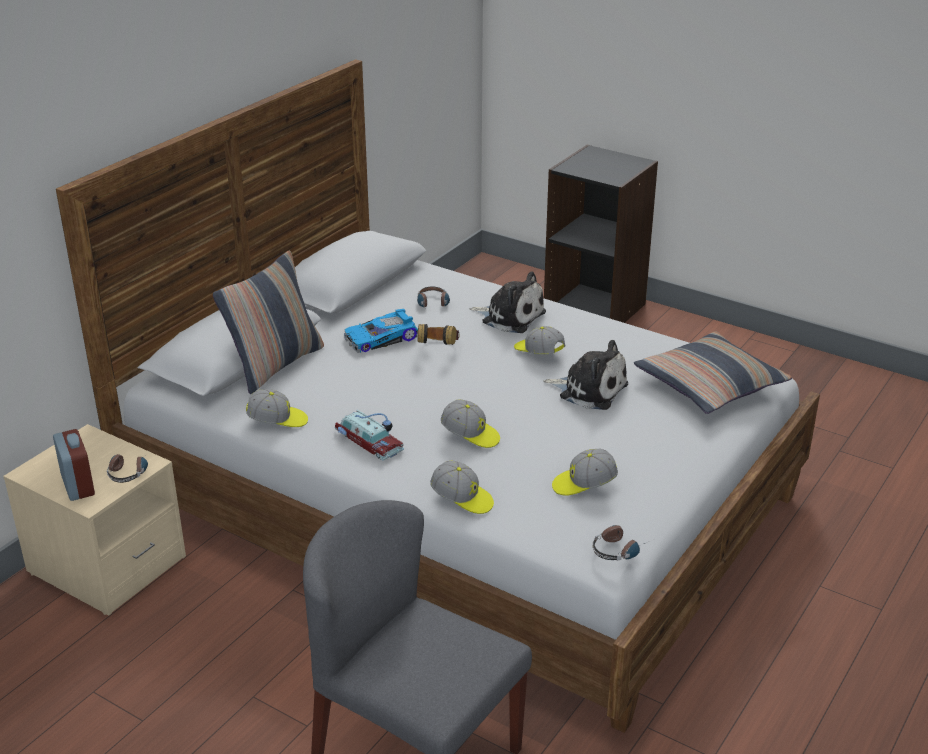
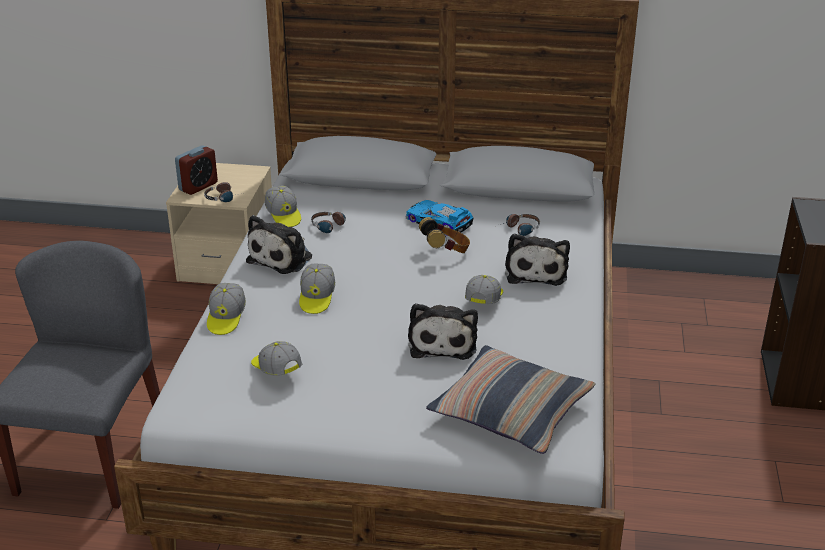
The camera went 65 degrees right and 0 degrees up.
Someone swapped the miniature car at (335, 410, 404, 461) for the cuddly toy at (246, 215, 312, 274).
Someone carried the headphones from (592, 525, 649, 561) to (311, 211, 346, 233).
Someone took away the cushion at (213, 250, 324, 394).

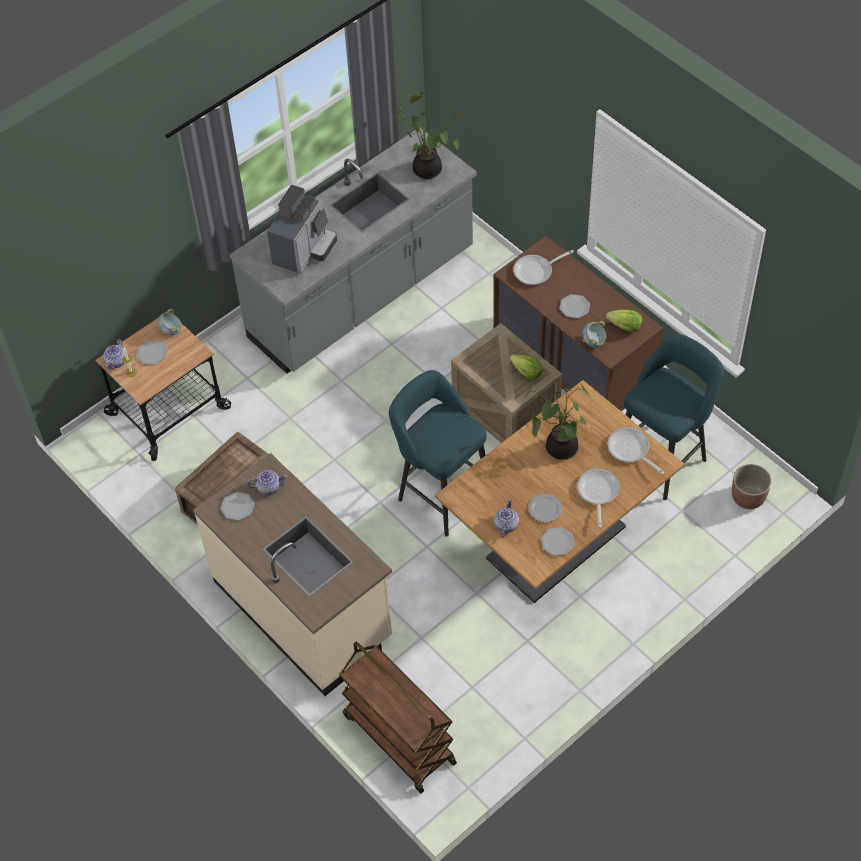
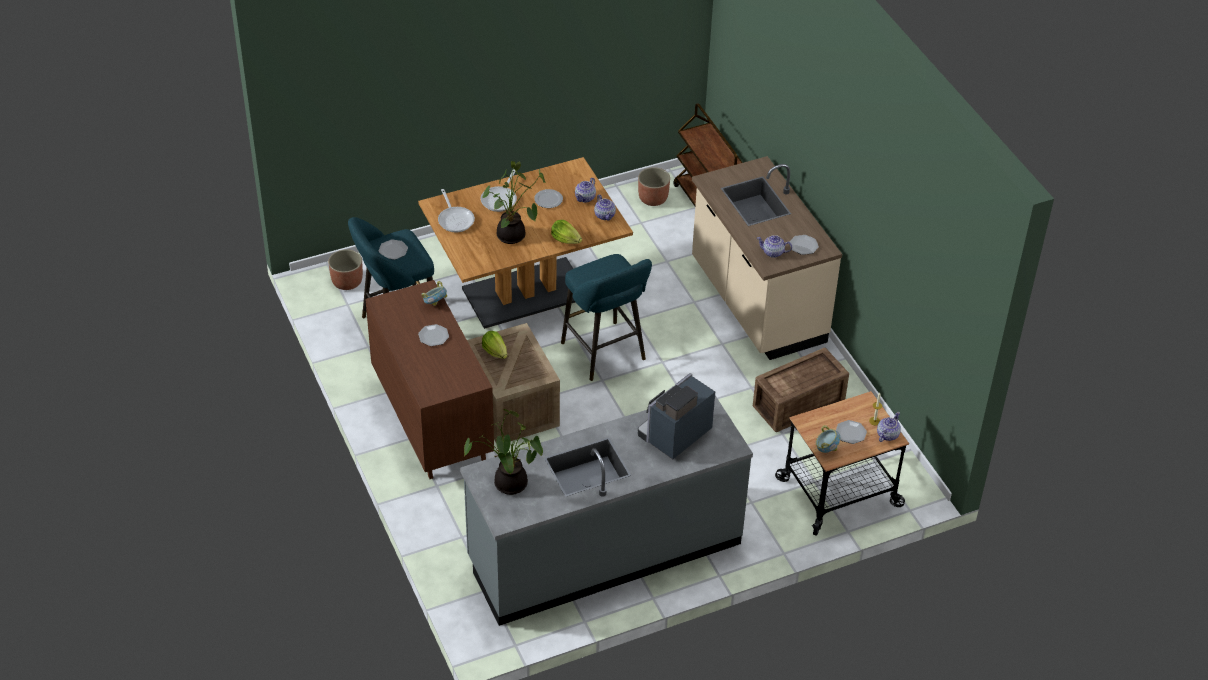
The camera went 165 degrees left and 10 degrees down.
Someone carried the plate from (541, 527, 575, 556) to (378, 239, 408, 260).
Someone carried the lettuce from (606, 310, 642, 332) to (551, 220, 582, 244).
Someone put down the pot for tea at (594, 195, 616, 221).
Someone put down the plant pot at (638, 167, 670, 206).
Someone took away the pan at (513, 250, 574, 285).

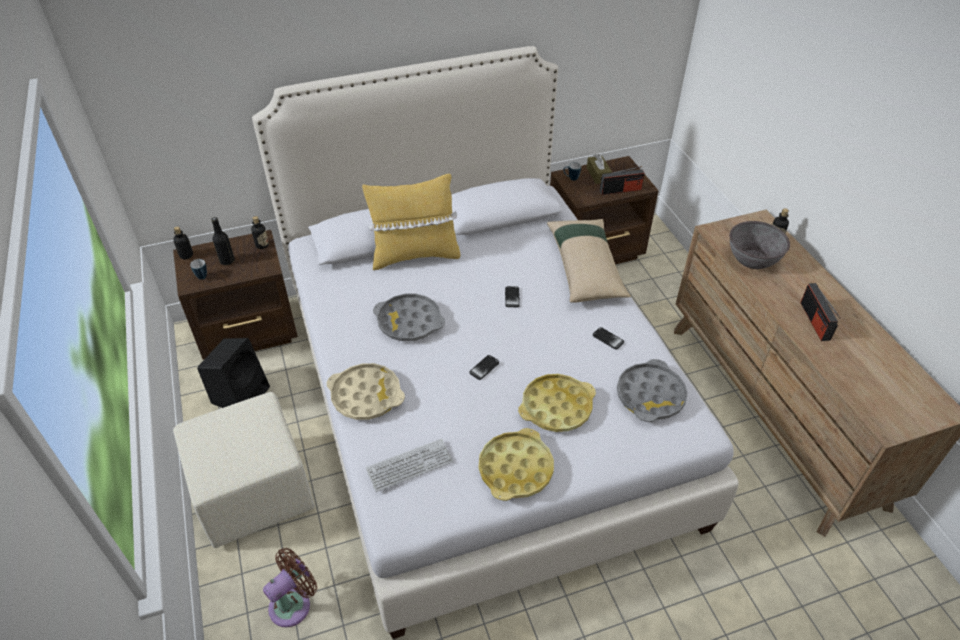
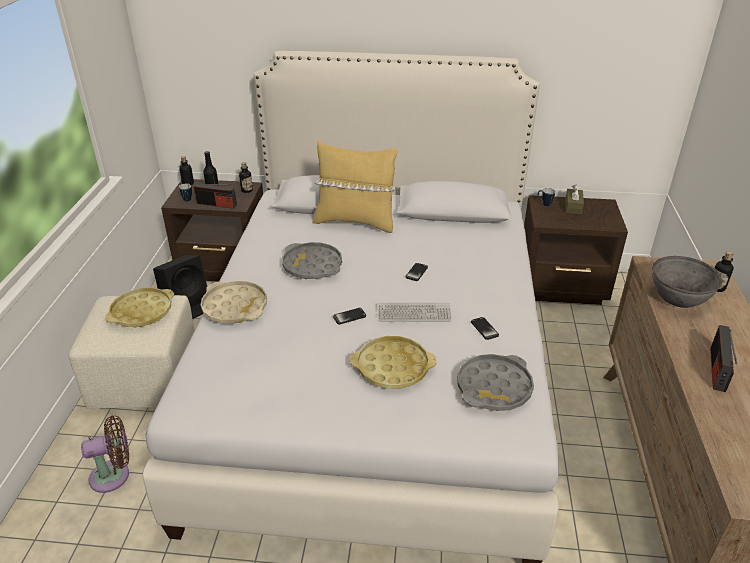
The camera went 25 degrees right and 10 degrees down.
Someone carried the yellowish serving tray from (479, 428, 554, 501) to (105, 288, 174, 327).
Someone carried the radio from (599, 166, 644, 195) to (194, 183, 237, 209).
Someone carried the PC keyboard from (366, 439, 453, 492) to (378, 303, 452, 322).
Someone took away the beige-coloured cushion at (547, 219, 631, 303).

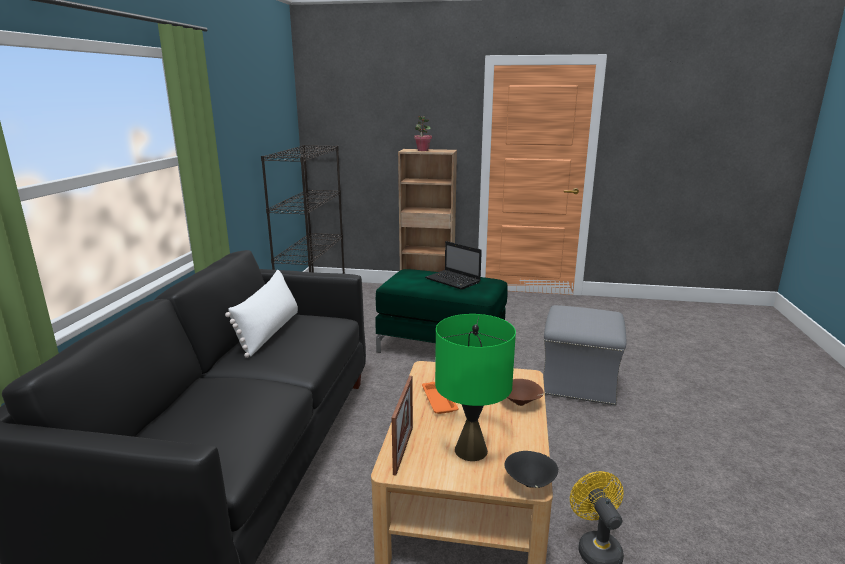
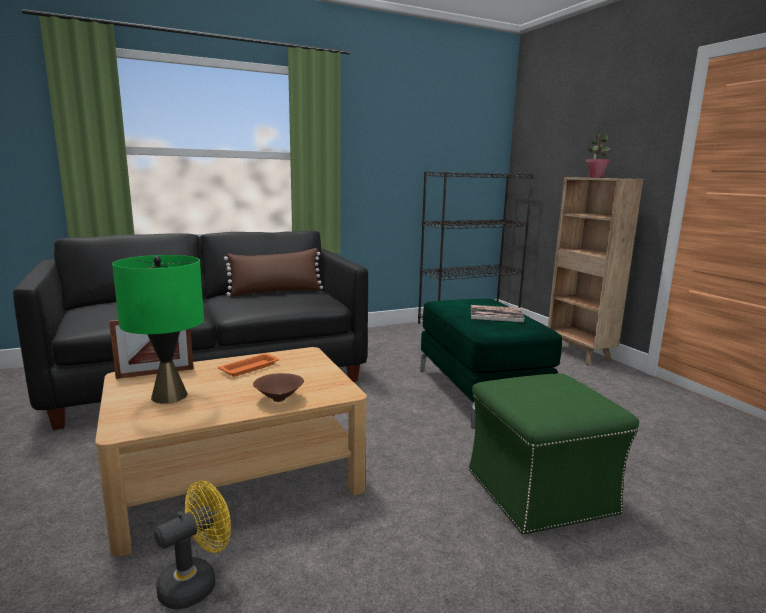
The camera went 55 degrees right and 5 degrees down.
Someone repainted the white cushion at (225, 270, 298, 358), which became the brown-coloured cushion at (224, 248, 323, 297).
Someone repainted the grey ottoman at (543, 305, 626, 405), which became the green-coloured ottoman at (469, 373, 639, 535).
Someone swapped the laptop at (425, 241, 482, 290) for the bound book at (471, 305, 525, 322).
Someone took away the black-coloured serving bowl at (504, 451, 558, 488).

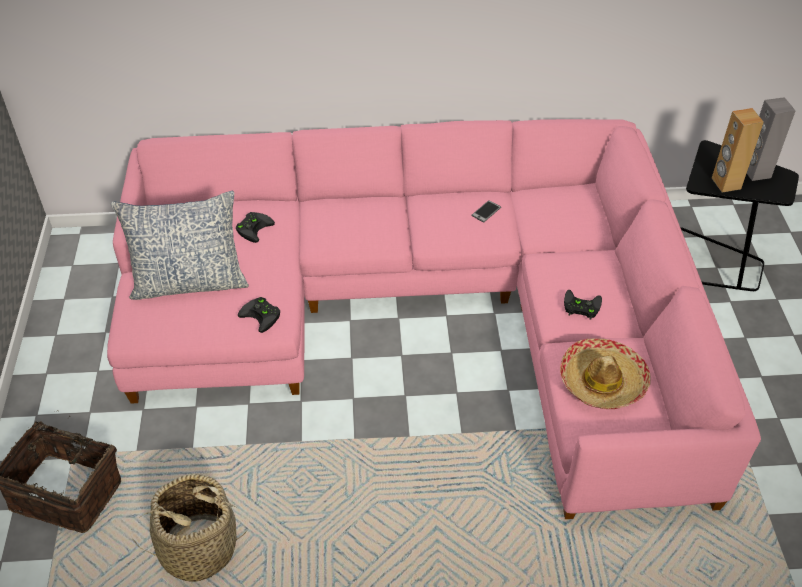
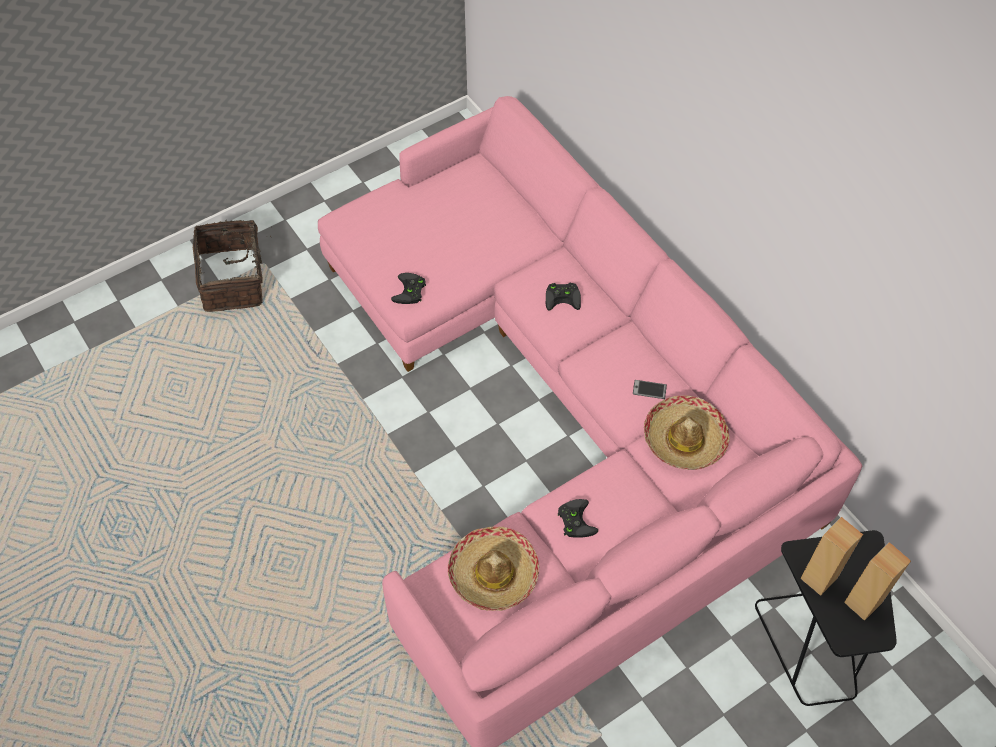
The camera went 60 degrees right and 10 degrees up.
Someone carried the black-coloured gamepad from (236, 212, 275, 243) to (546, 283, 581, 311).
Someone put down the hat at (644, 395, 729, 470).
Someone repainted the grey loudspeaker at (747, 97, 795, 181), which became the brown-coloured loudspeaker at (844, 542, 911, 621).
Someone took away the cushion at (111, 191, 249, 300).
Someone took away the basket at (131, 474, 247, 582).

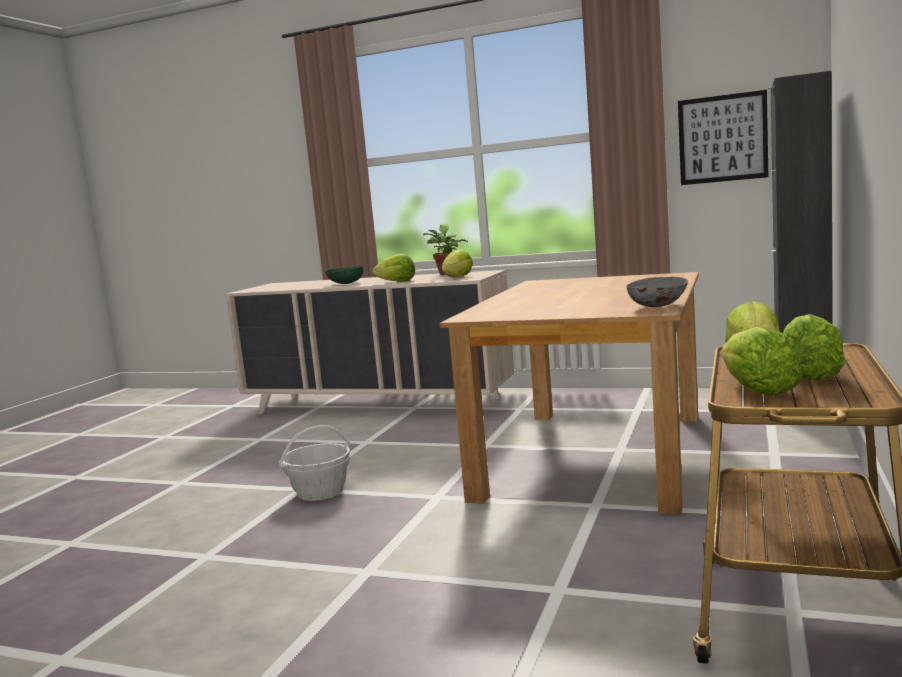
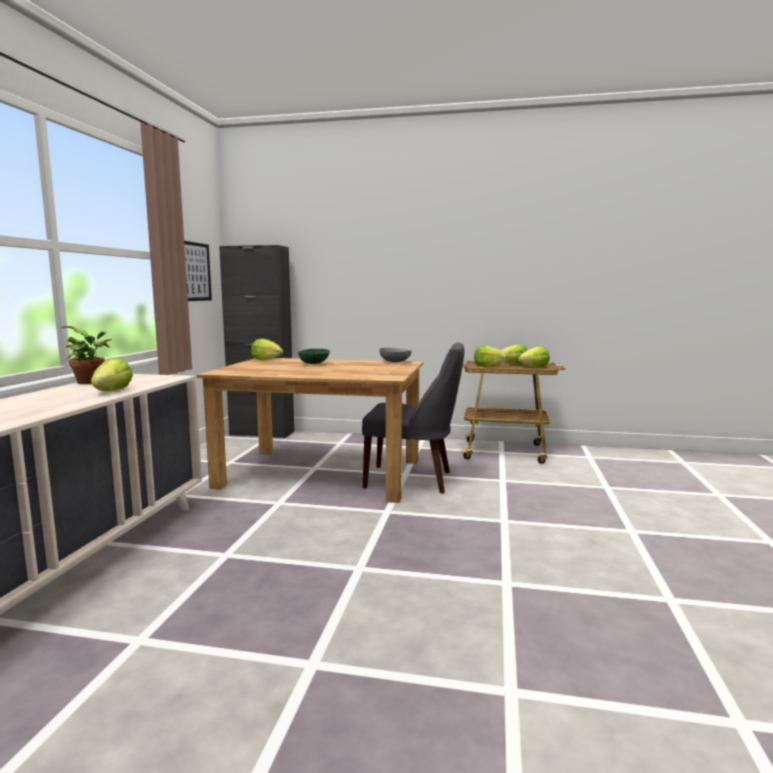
The camera went 100 degrees left and 0 degrees up.
Someone carried the lettuce from (441, 249, 473, 278) to (251, 339, 283, 360).
Someone carried the green-coloured serving bowl from (325, 266, 364, 284) to (298, 349, 330, 364).
Someone put down the grey plain chair at (362, 342, 464, 493).
Someone took away the basket at (279, 425, 351, 501).

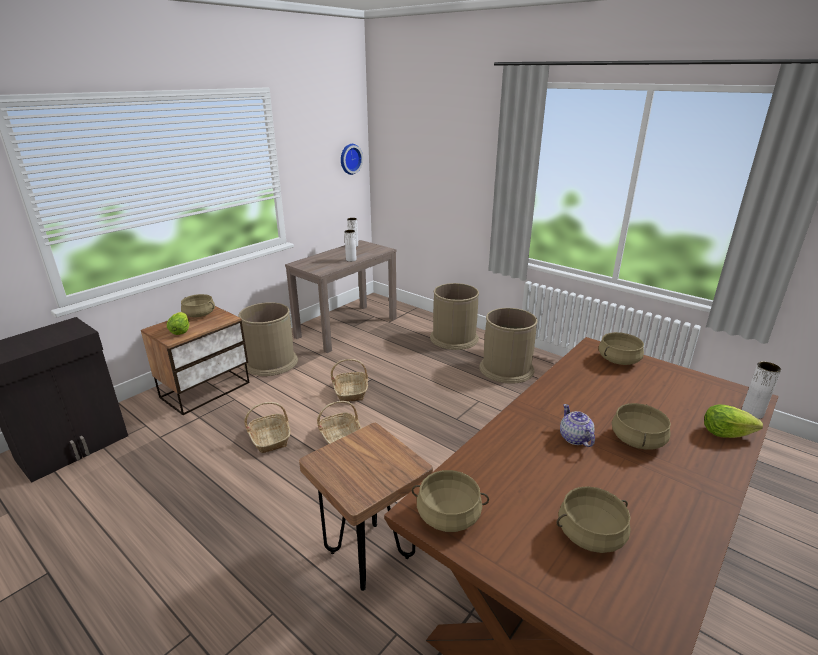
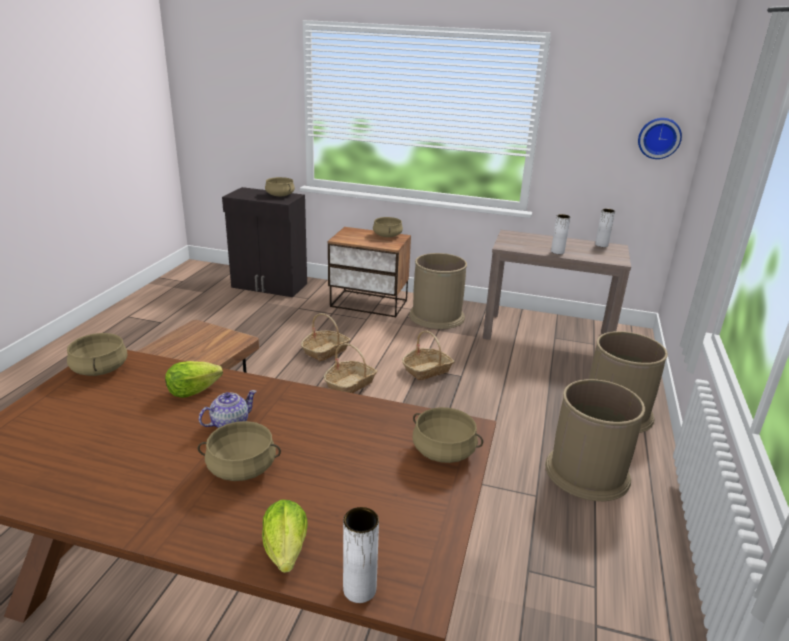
The camera went 65 degrees right and 0 degrees up.
Someone carried the lettuce from (167, 312, 189, 335) to (165, 361, 223, 398).
Someone carried the beige-coloured stockpot from (557, 486, 631, 553) to (265, 177, 295, 196).

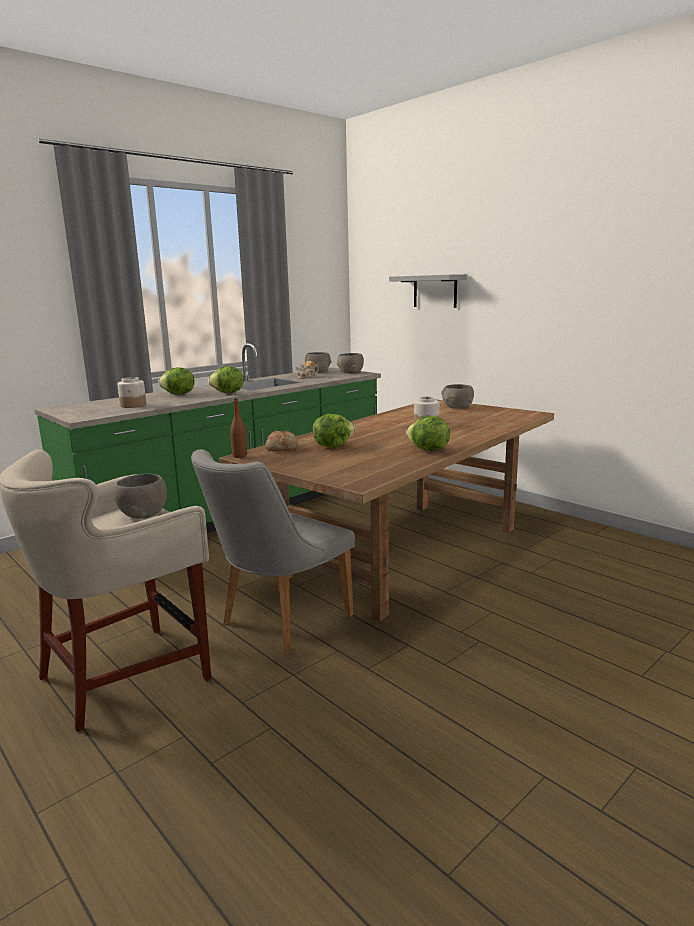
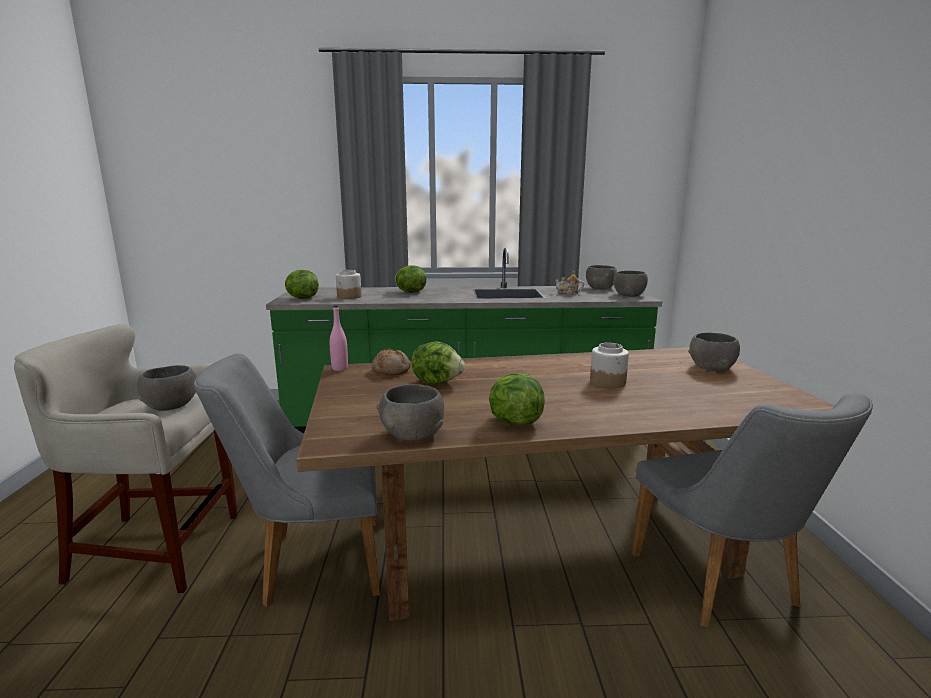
The camera went 40 degrees right and 0 degrees up.
Someone carried the lettuce from (208, 366, 244, 393) to (285, 270, 319, 299).
Someone repainted the brown-coloured drink bottle at (230, 399, 247, 458), which became the pinkish drink bottle at (329, 305, 348, 371).
Someone put down the grey serving bowl at (376, 384, 444, 441).
Someone put down the grey plain chair at (631, 393, 873, 628).
Someone took away the grey wall shelf at (389, 274, 467, 308).

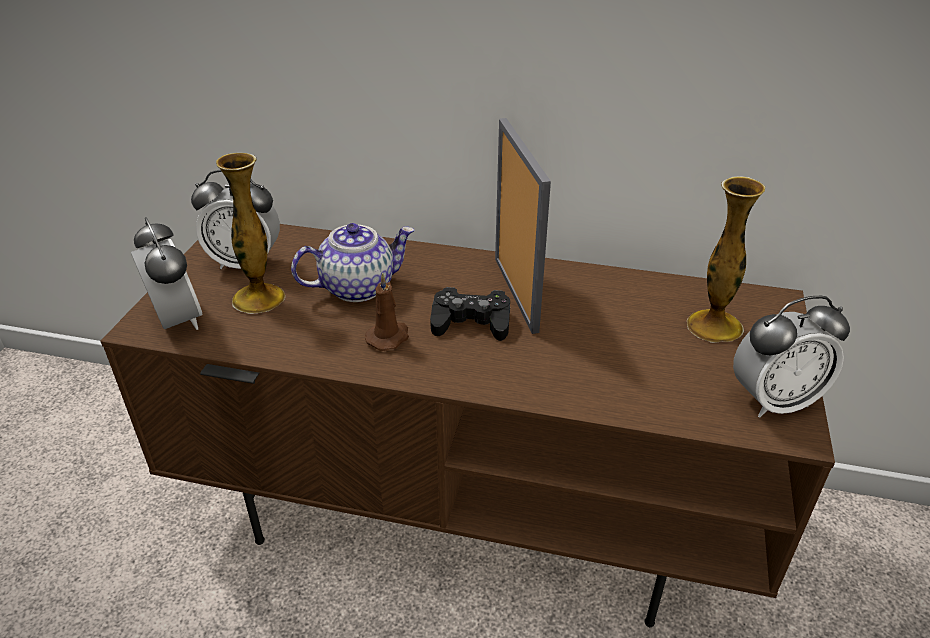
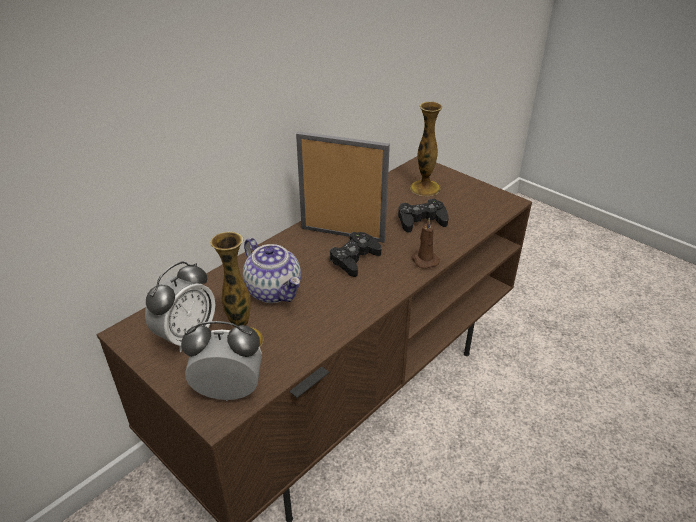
The camera went 60 degrees left and 0 degrees up.
Someone rotated the pot for tea at (291, 223, 415, 302) by 135 degrees clockwise.
Someone put down the black-coloured gamepad at (398, 199, 449, 233).
Someone carried the brown-coloured wax candle from (365, 273, 409, 351) to (411, 218, 440, 269).
Someone took away the bedside clock at (733, 296, 850, 418).

